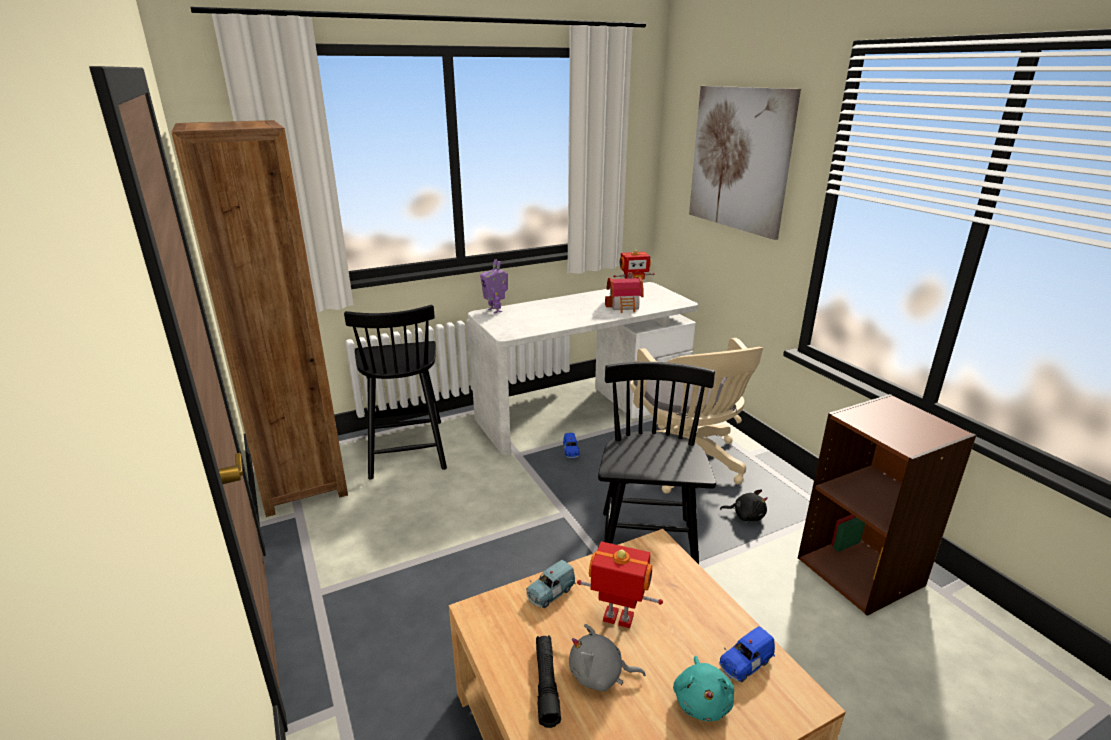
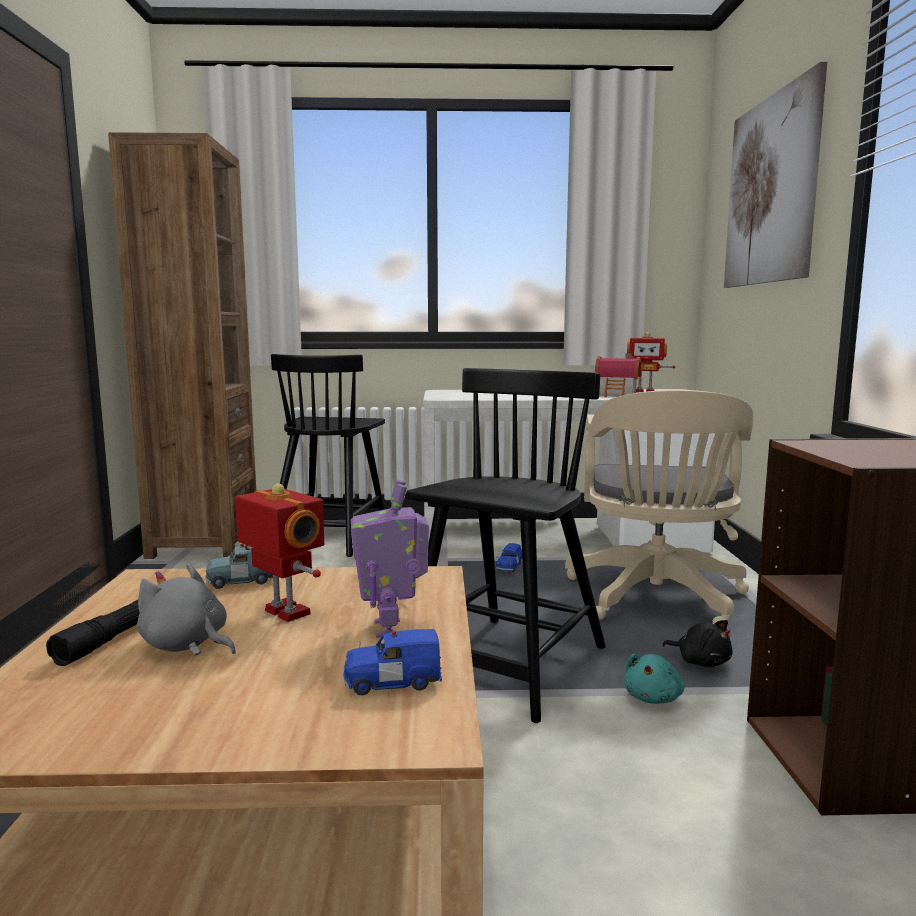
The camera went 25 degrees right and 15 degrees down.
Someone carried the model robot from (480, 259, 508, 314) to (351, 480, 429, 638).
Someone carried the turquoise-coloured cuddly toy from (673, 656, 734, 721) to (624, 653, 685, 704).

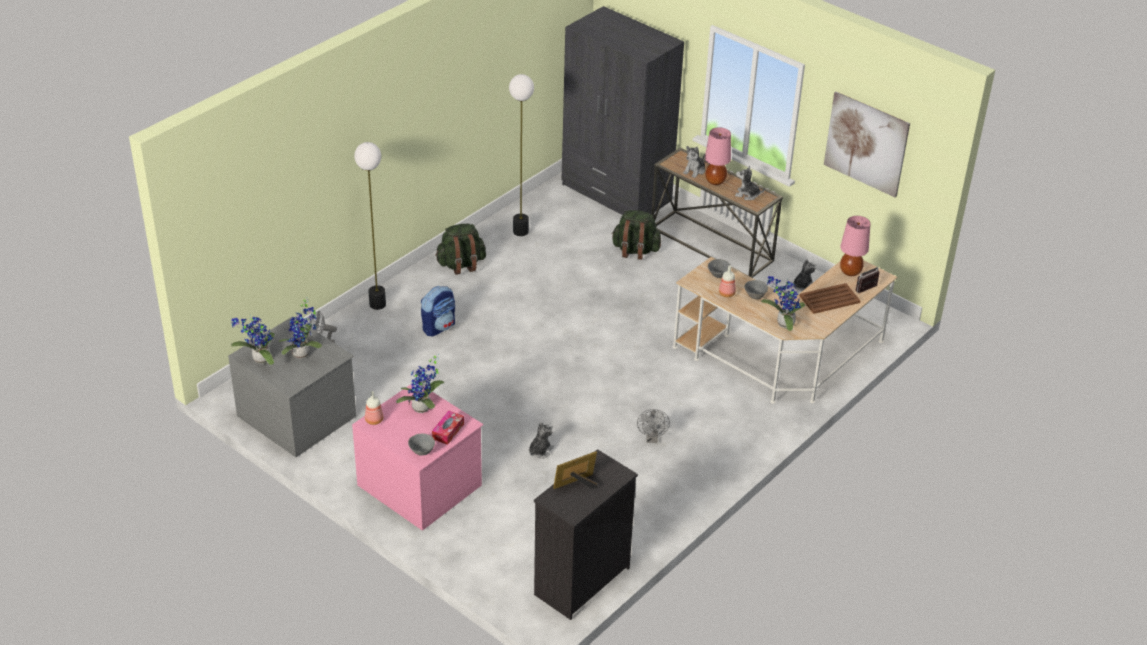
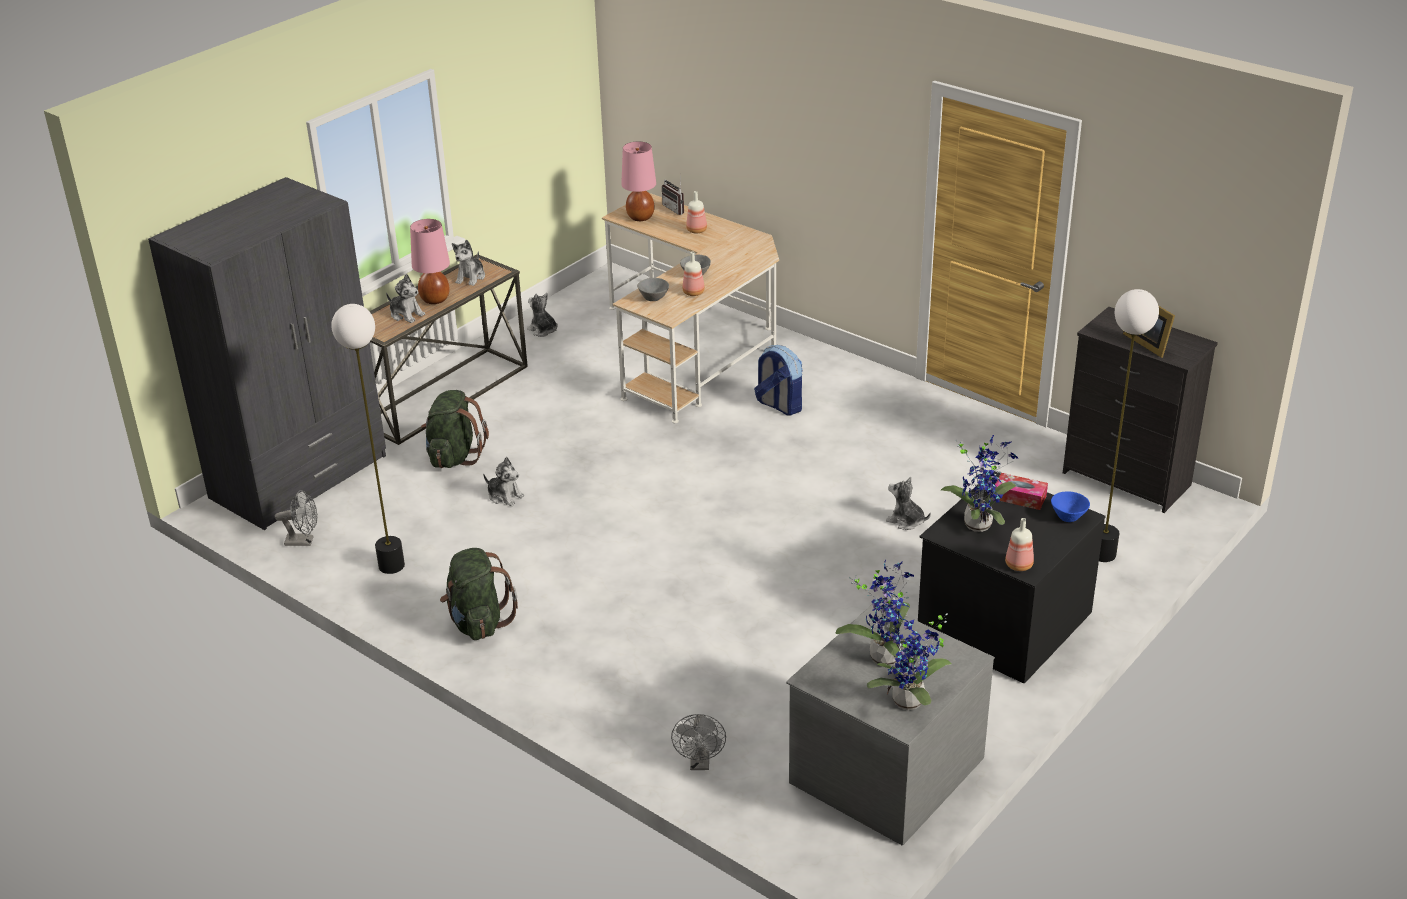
The camera went 90 degrees left and 5 degrees down.
Someone carried the grey electric fan from (637, 409, 670, 443) to (275, 490, 317, 546).
Someone put down the cuddly toy at (483, 457, 525, 506).
Someone swapped the brown-coloured serving tray at (800, 283, 861, 314) for the drink bottle at (686, 191, 707, 233).
Someone carried the knapsack from (421, 286, 455, 337) to (754, 345, 802, 416).
Someone repainted the pinkish chest of drawers at (352, 384, 483, 531), which became the black-coloured chest of drawers at (918, 471, 1106, 683).
Someone repainted the grey serving bowl at (408, 434, 435, 456), which became the blue serving bowl at (1051, 491, 1090, 522).
Someone carried the standing lamp from (354, 142, 386, 310) to (1099, 289, 1159, 562).
Someone took away the potted plant at (761, 276, 805, 331).
Someone took away the picture at (824, 91, 910, 197).

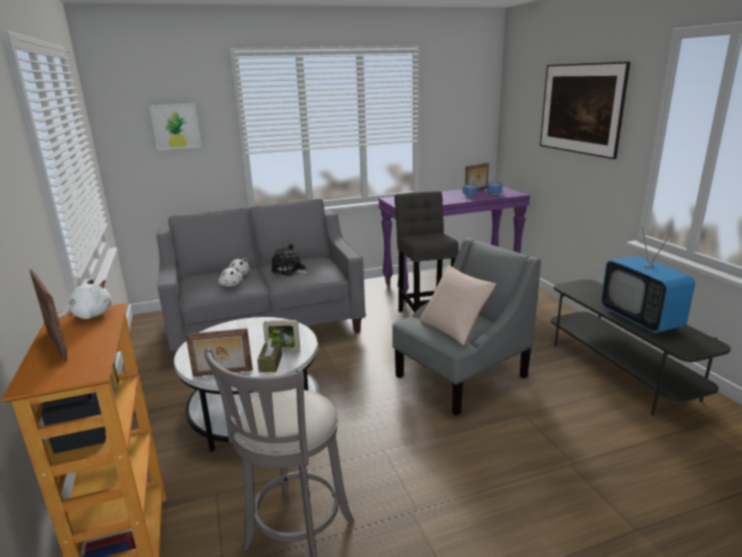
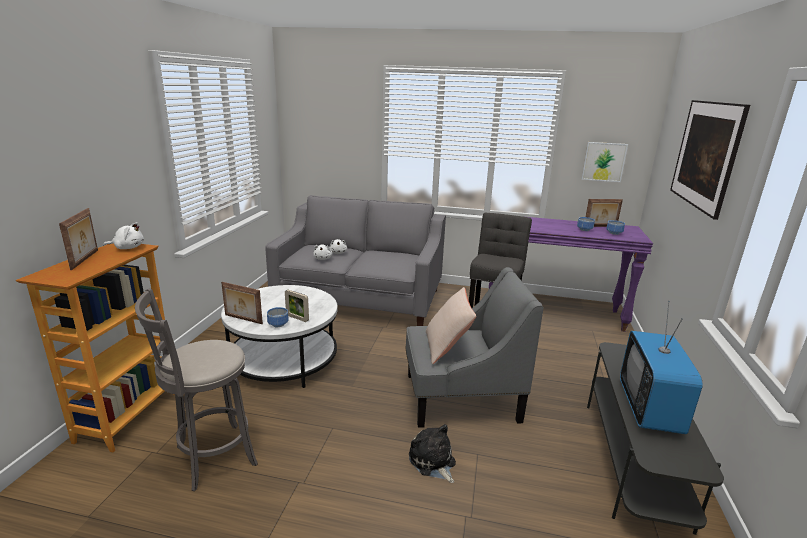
The camera went 30 degrees right and 0 degrees up.
Someone swapped the brown-coloured box of tissues at (257, 338, 282, 372) for the serving bowl at (267, 307, 289, 327).
Someone carried the cuddly toy from (271, 243, 310, 276) to (409, 424, 456, 483).
Someone carried the picture from (150, 104, 201, 150) to (582, 142, 628, 182).

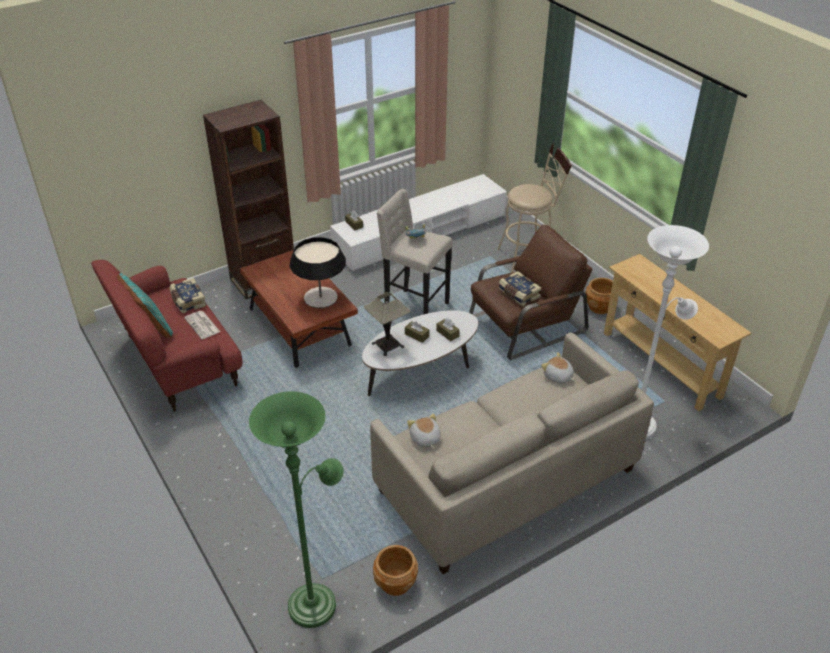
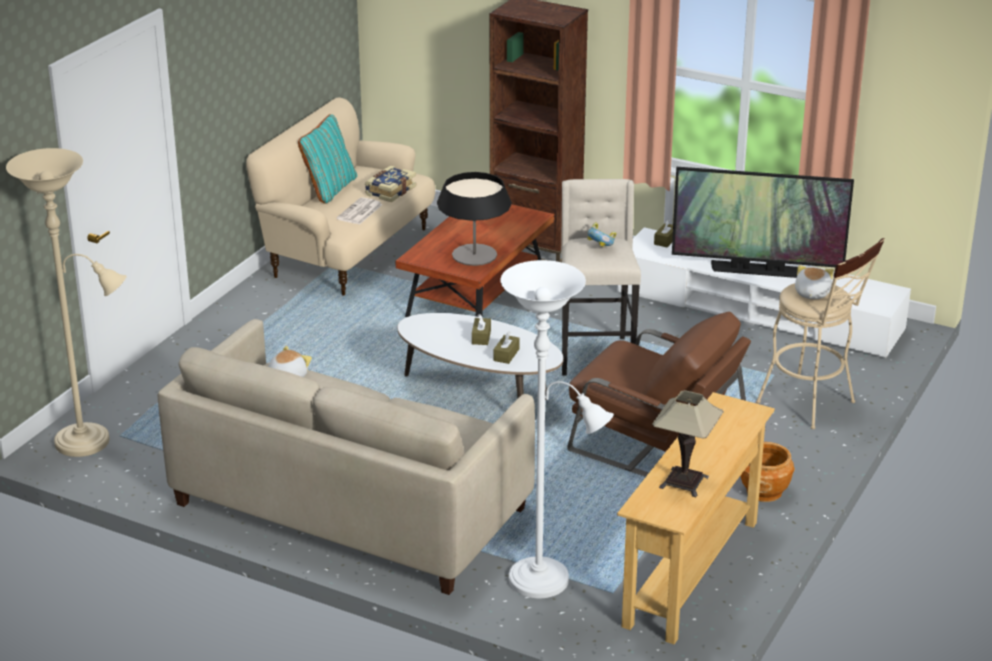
The camera went 60 degrees right and 10 degrees down.
Someone repainted the green-coloured standing lamp at (249, 391, 344, 628), which became the beige-coloured standing lamp at (6, 148, 127, 457).
Someone repainted the red-coloured settee at (91, 260, 243, 412), which became the beige-coloured settee at (246, 97, 435, 296).
Someone carried the lamp for a table from (364, 292, 410, 356) to (652, 390, 724, 497).
Someone put down the TV set at (672, 167, 854, 278).
Someone carried the cuddly toy from (541, 352, 574, 383) to (795, 265, 834, 299).
Someone took away the brown-coloured plant pot at (373, 545, 418, 596).
Someone took away the bound book at (498, 271, 542, 306).

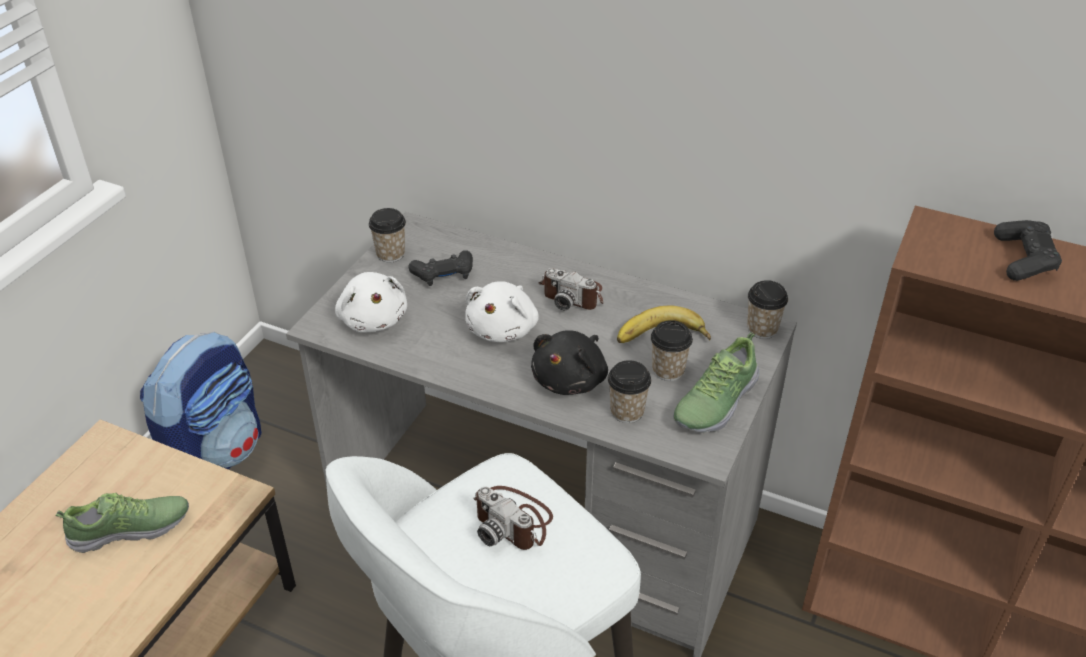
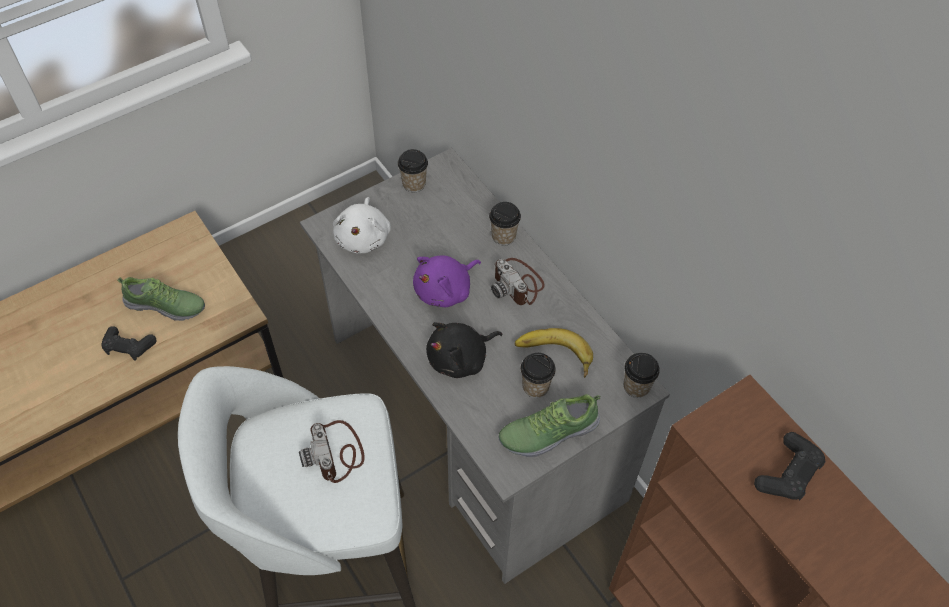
The camera went 30 degrees right and 15 degrees up.
Someone carried the black-coloured gamepad from (409, 250, 473, 286) to (102, 326, 156, 361).
Someone repainted the white cuddly toy at (465, 281, 539, 342), which became the purple-coloured cuddly toy at (413, 255, 481, 307).
Someone carried the cup from (608, 360, 651, 423) to (489, 202, 521, 246).
Someone took away the knapsack at (140, 331, 262, 469).

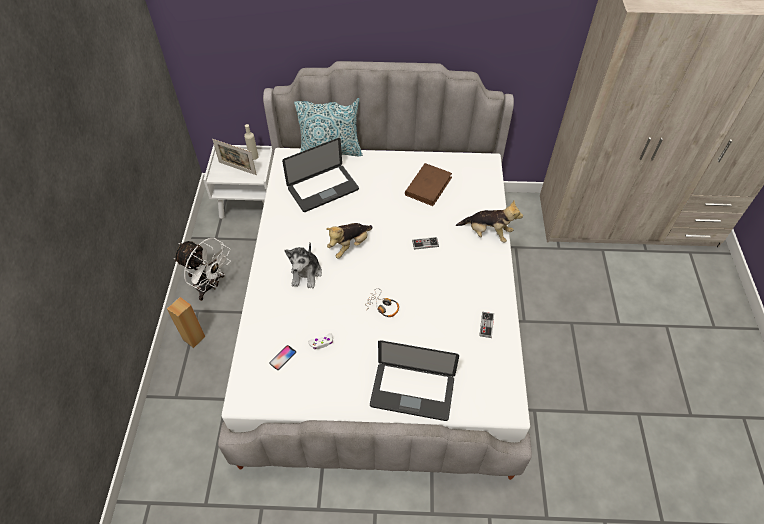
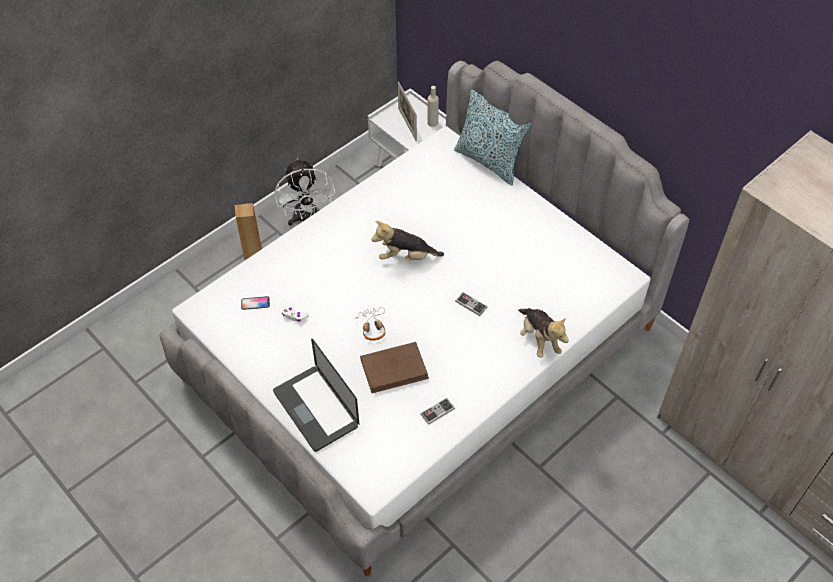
The camera went 45 degrees right and 0 degrees up.
Someone carried the brown-coloured bound book from (405, 163, 452, 206) to (360, 342, 429, 393).
Someone took away the laptop at (282, 138, 359, 212).
Someone took away the cuddly toy at (285, 243, 322, 289).

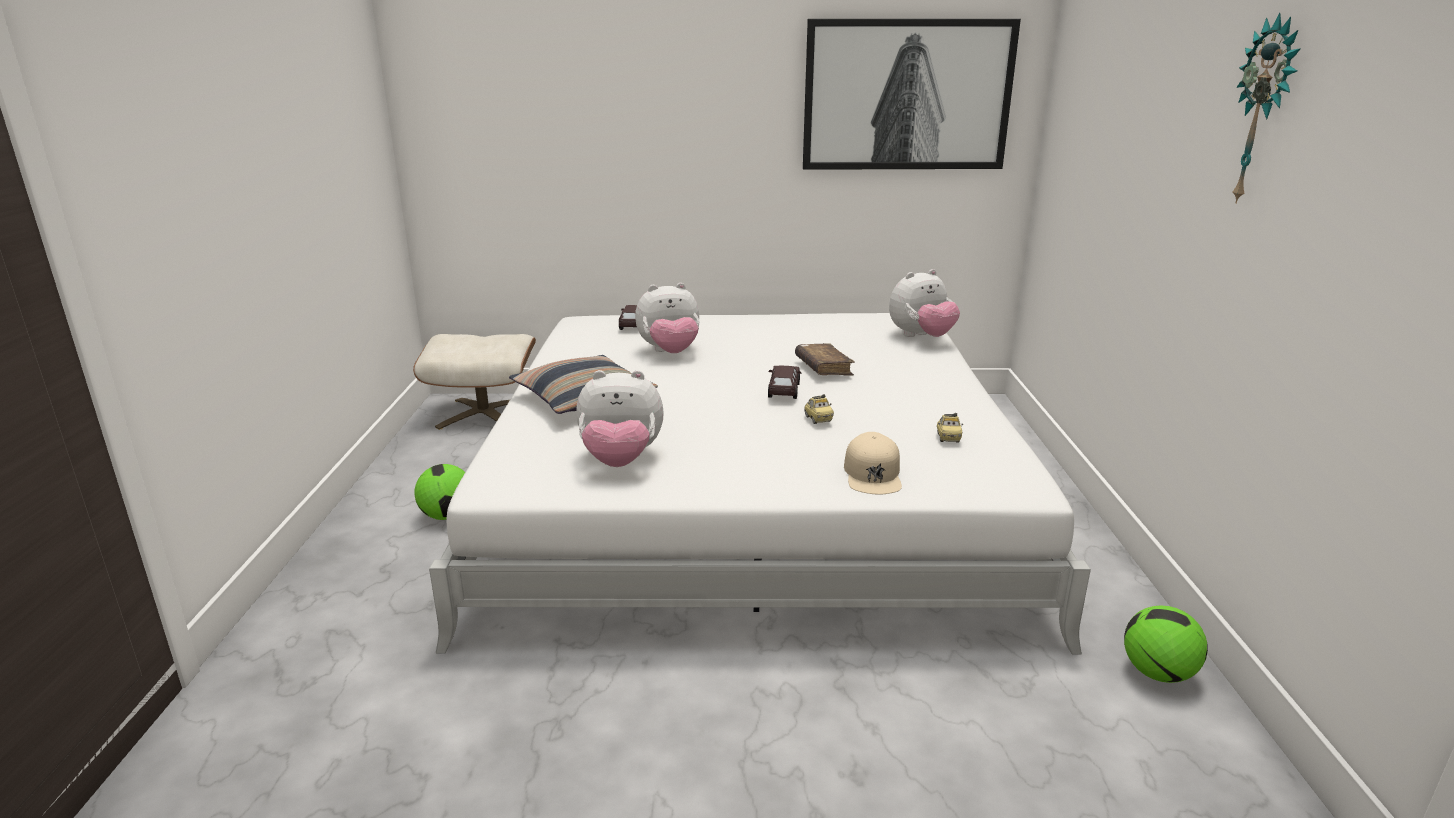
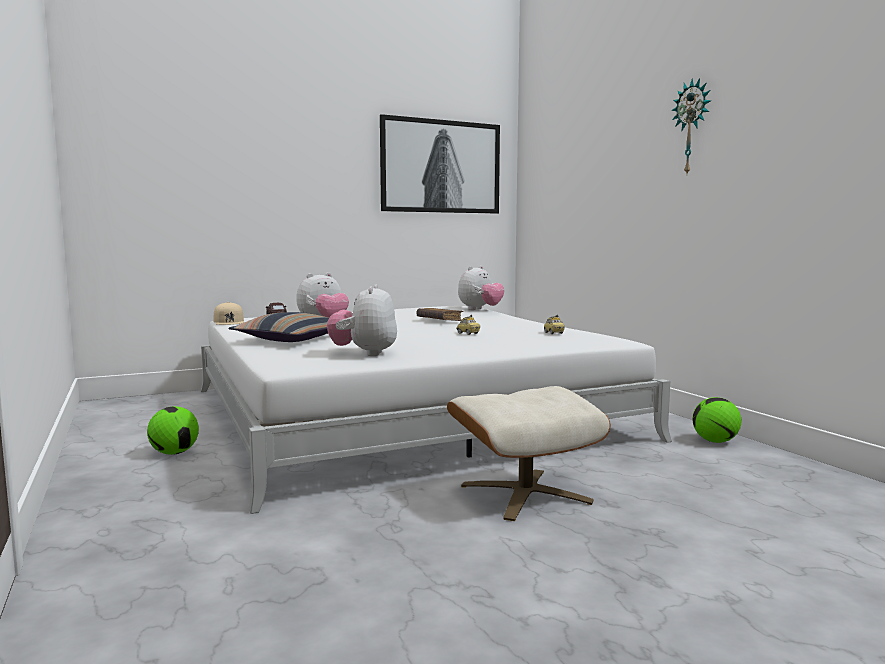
The camera went 25 degrees left and 15 degrees down.
Someone carried the beige-coloured baseball cap from (844, 432, 902, 494) to (213, 302, 244, 325).
Someone rotated the cuddly toy at (576, 370, 664, 467) by 120 degrees clockwise.
Someone carried the beige-coloured ottoman from (413, 334, 536, 430) to (447, 386, 611, 521).
Someone took away the brown-coloured miniature car at (768, 366, 801, 399).

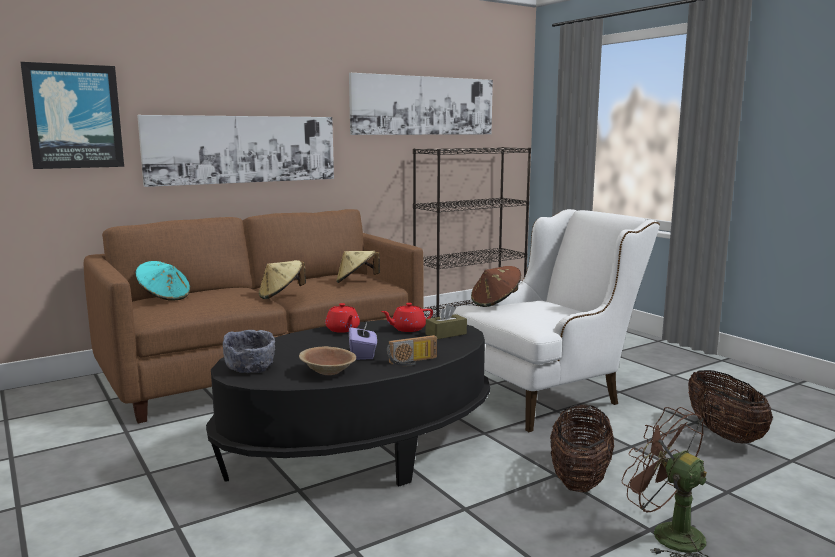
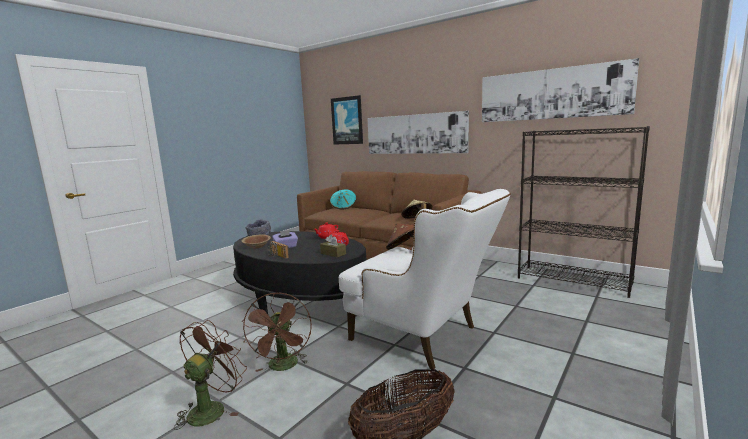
The camera went 70 degrees right and 0 degrees up.
Someone swapped the basket at (550, 404, 614, 492) for the brown-coloured electric fan at (242, 292, 312, 372).
Someone took away the beige-coloured hat at (259, 260, 306, 299).

